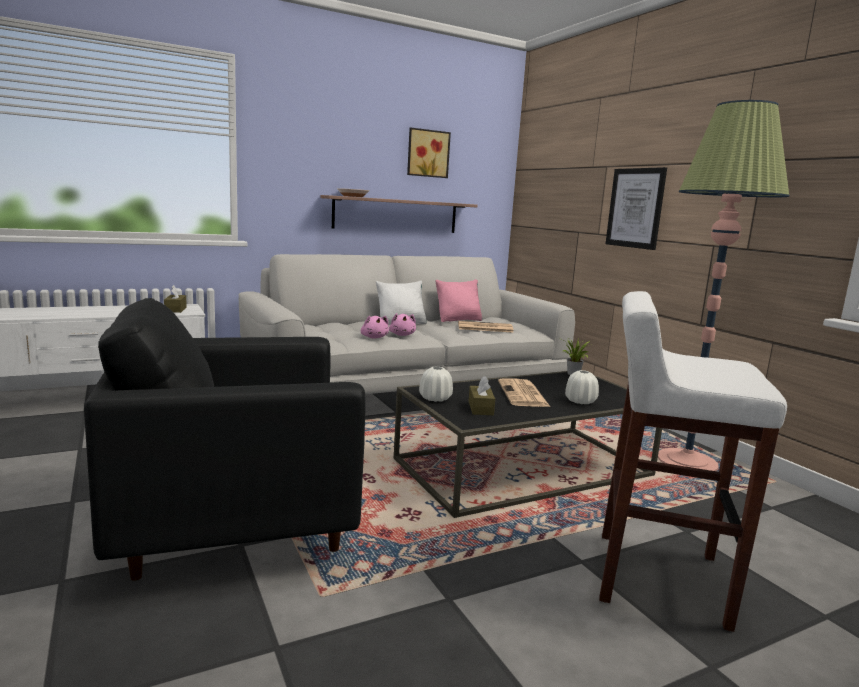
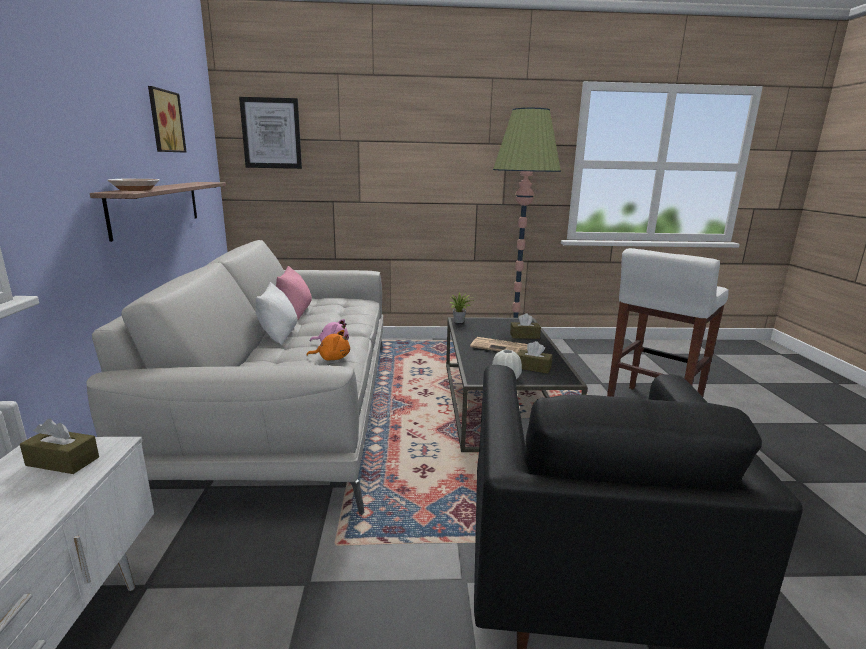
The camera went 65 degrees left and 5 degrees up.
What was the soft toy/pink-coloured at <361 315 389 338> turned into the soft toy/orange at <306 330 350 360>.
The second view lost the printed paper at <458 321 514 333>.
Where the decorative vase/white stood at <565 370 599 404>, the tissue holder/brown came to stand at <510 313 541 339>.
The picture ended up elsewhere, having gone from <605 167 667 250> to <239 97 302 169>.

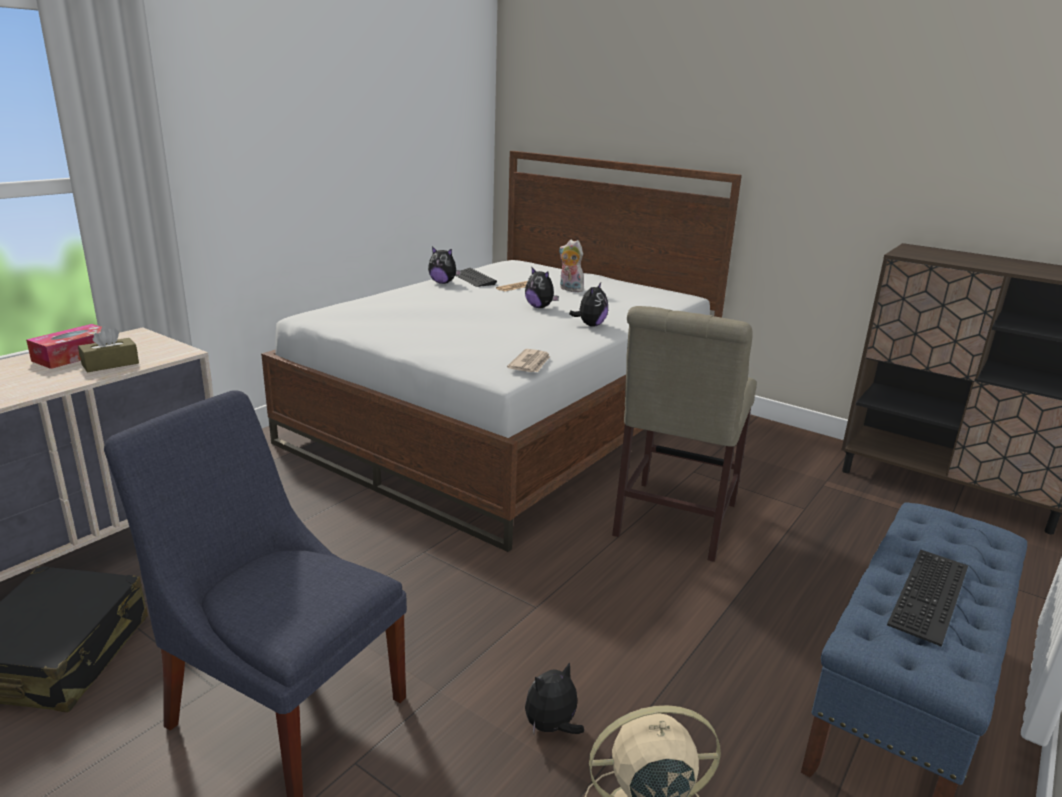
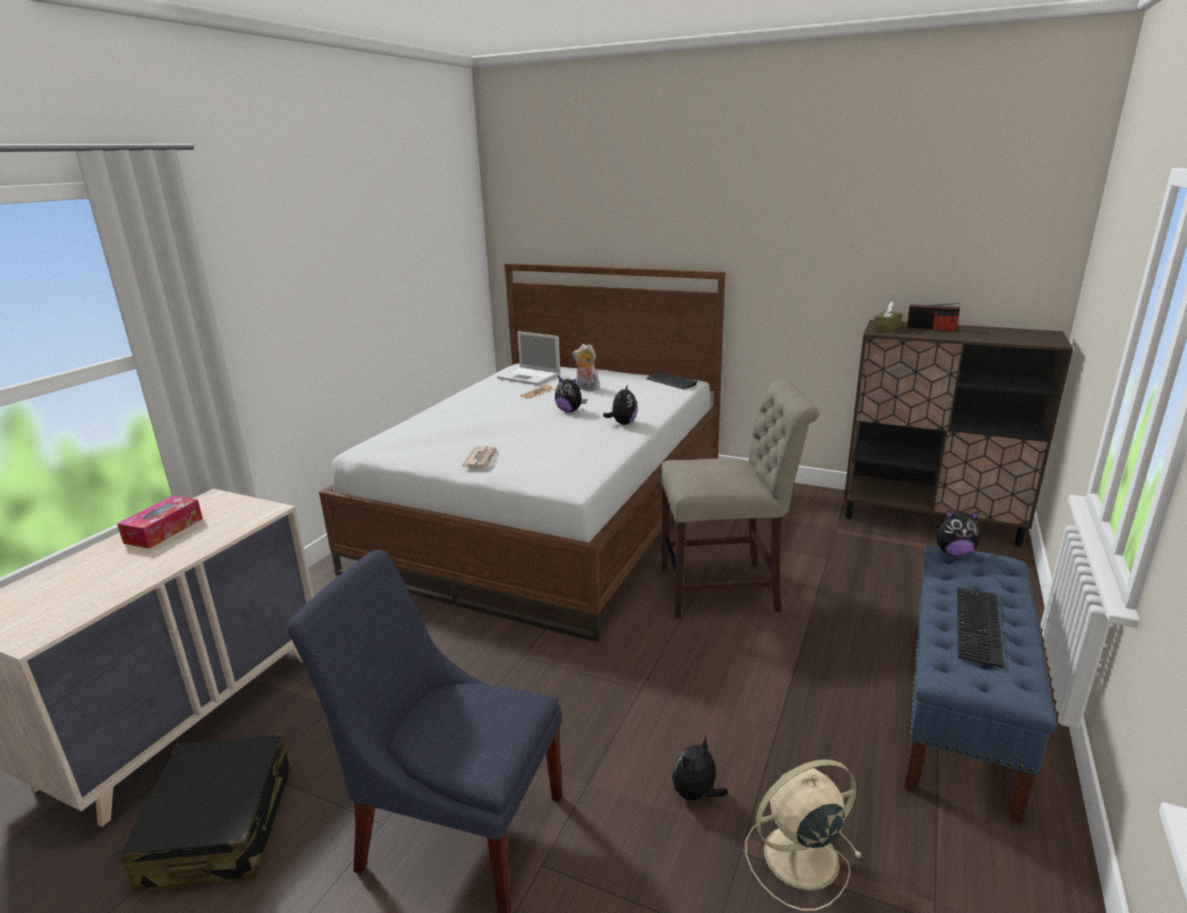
The camera went 10 degrees left and 0 degrees up.
The tissue holder/brown ended up elsewhere, having gone from <78 326 139 372> to <873 301 903 332>.
The soft toy ended up elsewhere, having gone from <428 247 461 284> to <937 510 980 556>.
The computer keyboard ended up elsewhere, having gone from <456 268 497 287> to <646 371 698 389>.
The printed paper ended up elsewhere, having gone from <507 349 550 372> to <462 446 498 468>.
The upright chair/sand-coloured at <612 306 757 562> ended up facing another way, 105 degrees counterclockwise from before.
The second view gained the laptop at <497 331 560 385>.
The second view gained the radio receiver at <907 303 960 331>.

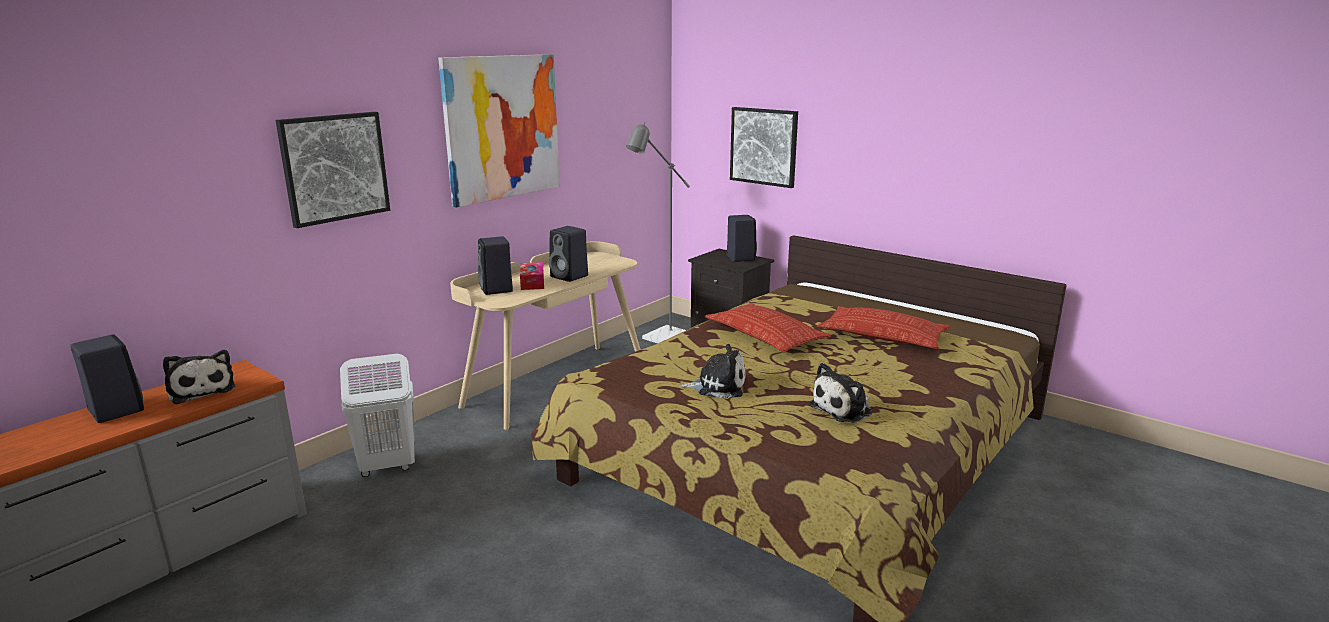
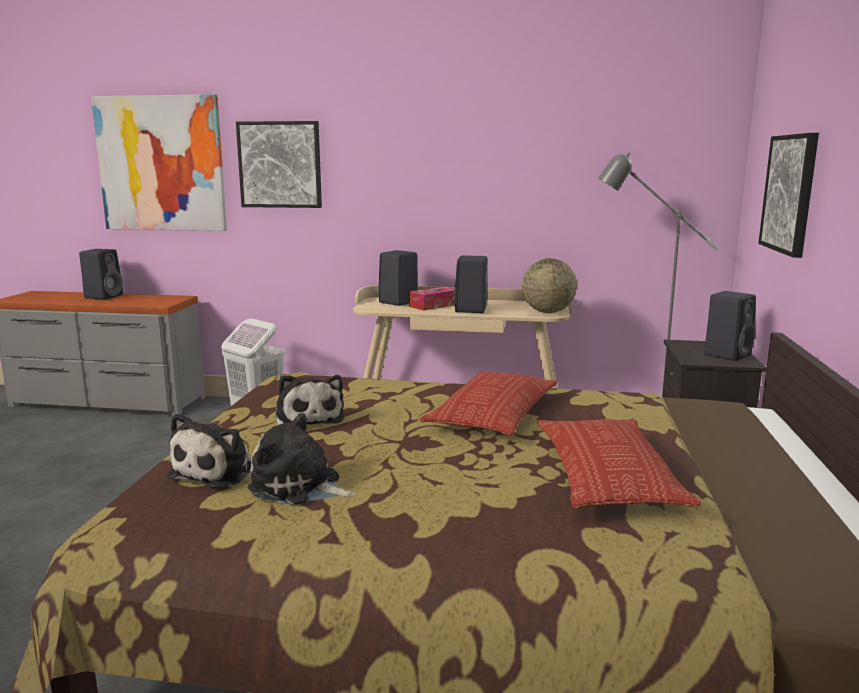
The camera went 60 degrees right and 5 degrees down.
The soft toy ended up elsewhere, having gone from <163 350 236 404> to <167 413 251 488>.
The picture ended up elsewhere, having gone from <438 54 560 207> to <91 94 227 231>.
The second view gained the world globe at <522 258 577 313>.

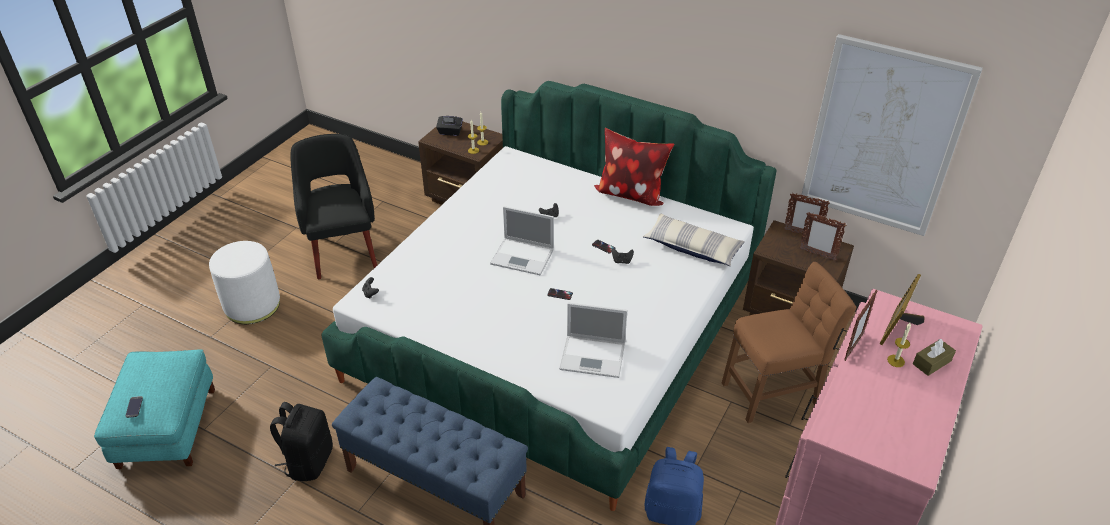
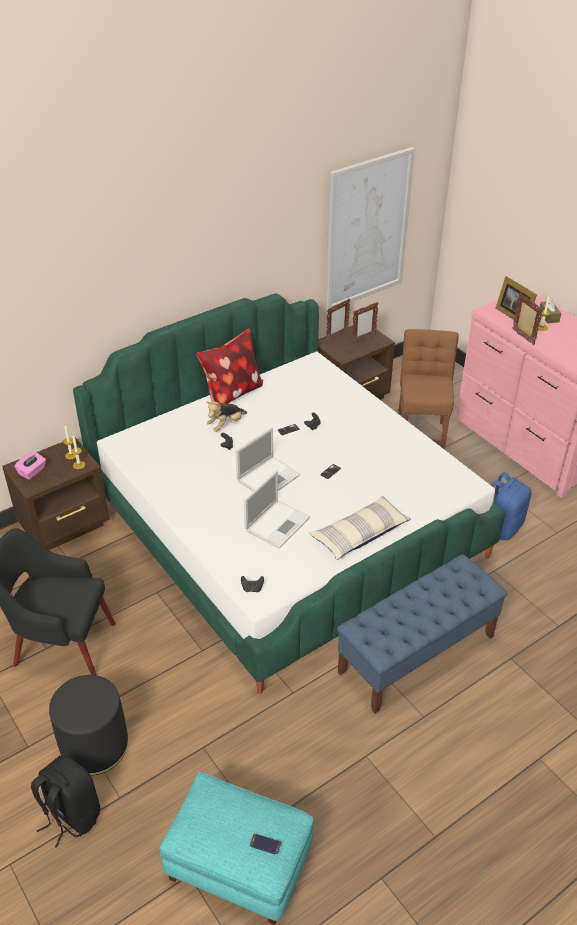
The camera went 65 degrees left and 0 degrees up.
What was the pouffe/white at <209 241 280 324> turned into the pouffe/blackish at <49 675 128 776>.
The knapsack/blackish ended up elsewhere, having gone from <270 402 333 481> to <31 755 100 848>.
What was the tissue holder/blackish at <436 116 463 136> turned into the tissue holder/pink-coloured at <14 451 46 480>.
The laptop ended up elsewhere, having gone from <559 303 627 378> to <244 471 310 549>.
The cushion ended up elsewhere, having gone from <643 213 745 266> to <309 496 411 560>.
The second view gained the soft toy at <206 401 247 432>.

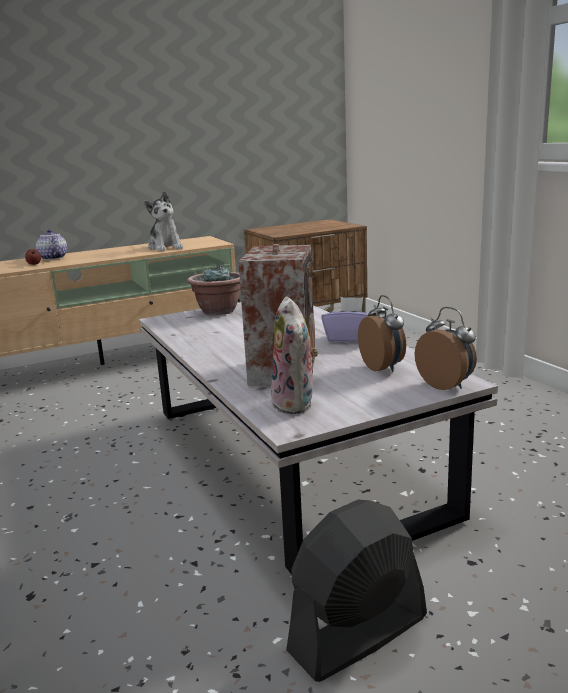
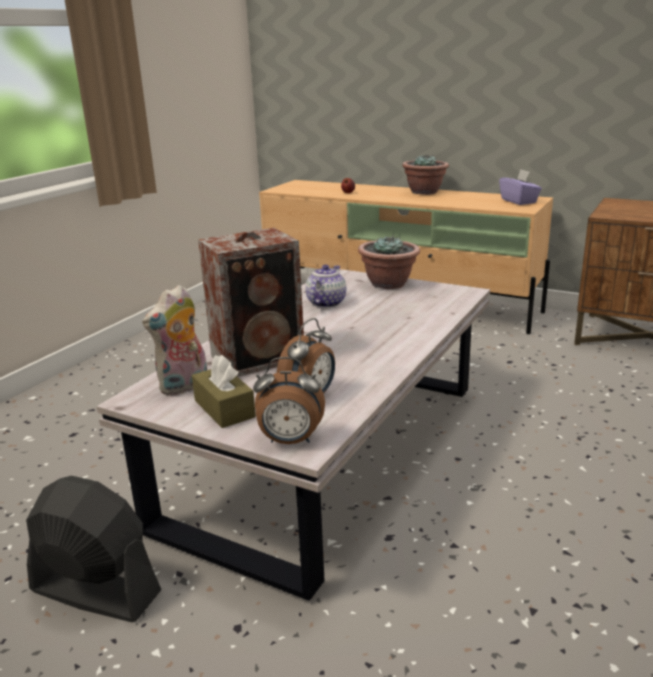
The camera went 55 degrees right and 5 degrees up.
The tea pot ended up elsewhere, having gone from <36 229 67 260> to <305 265 346 308>.
The second view lost the soft toy at <144 191 183 251>.
The tissue holder/purple-coloured ended up elsewhere, having gone from <321 297 380 343> to <499 169 542 205>.
The table clock at <415 307 477 390> ended up facing another way, 75 degrees clockwise from before.
The second view gained the tissue holder/brown at <192 355 256 428>.
The second view gained the potted plant at <402 153 449 195>.

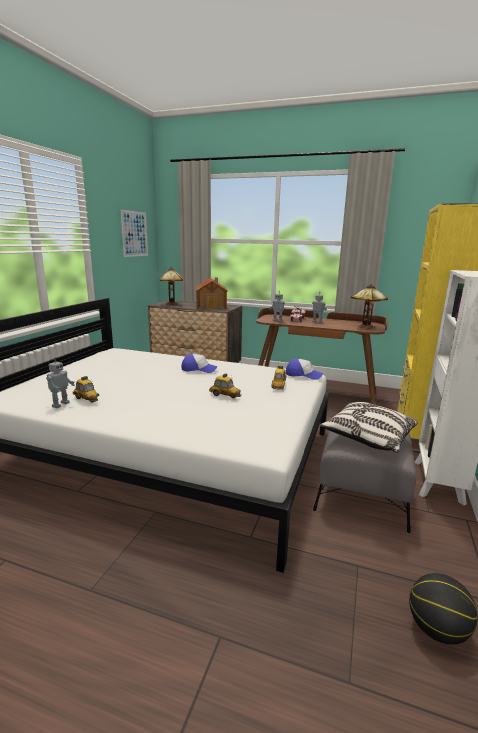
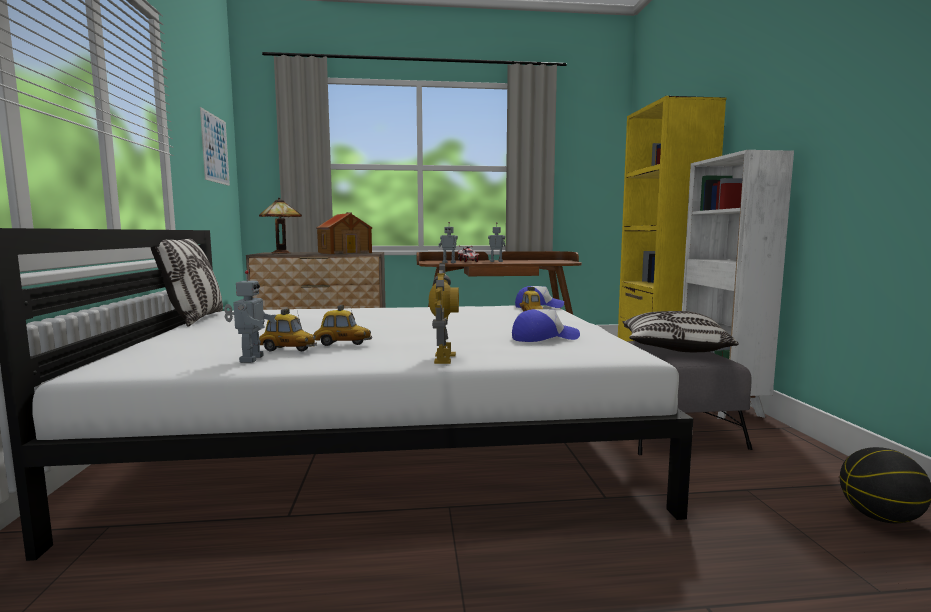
The camera went 25 degrees left and 10 degrees down.
The peaked cap ended up elsewhere, having gone from <181 354 217 373> to <512 309 580 342>.
The model car ended up elsewhere, having gone from <209 373 241 398> to <313 305 372 346>.
The second view lost the table lamp at <351 284 388 329>.
The second view gained the cushion at <150 239 223 327>.
The second view gained the model robot at <429 263 459 364>.

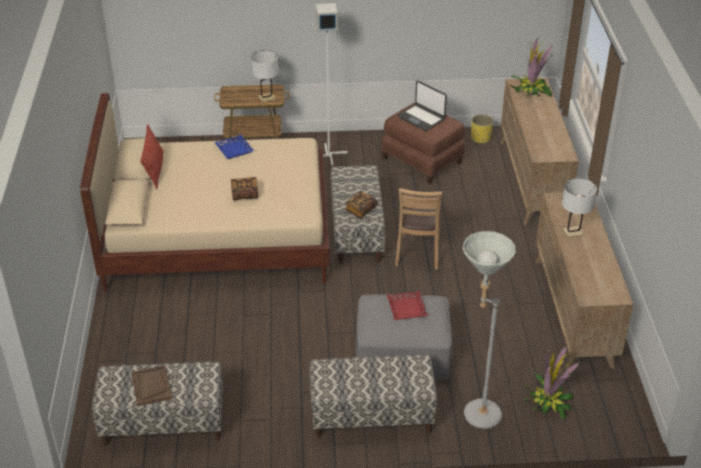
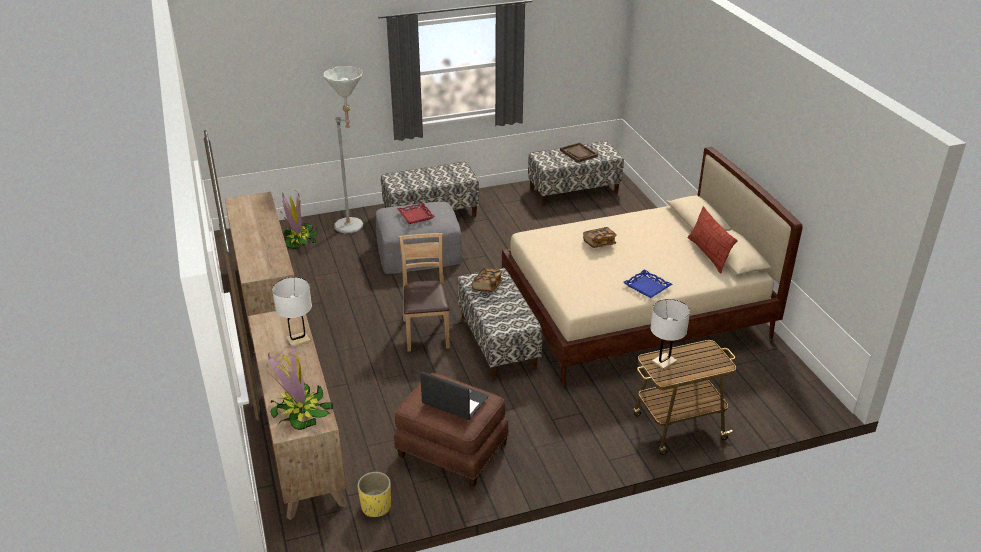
The camera went 165 degrees right and 5 degrees down.
The second view lost the floor lamp/white at <316 3 348 166>.
The table lamp/white ended up elsewhere, having gone from <562 178 597 238> to <272 277 312 347>.

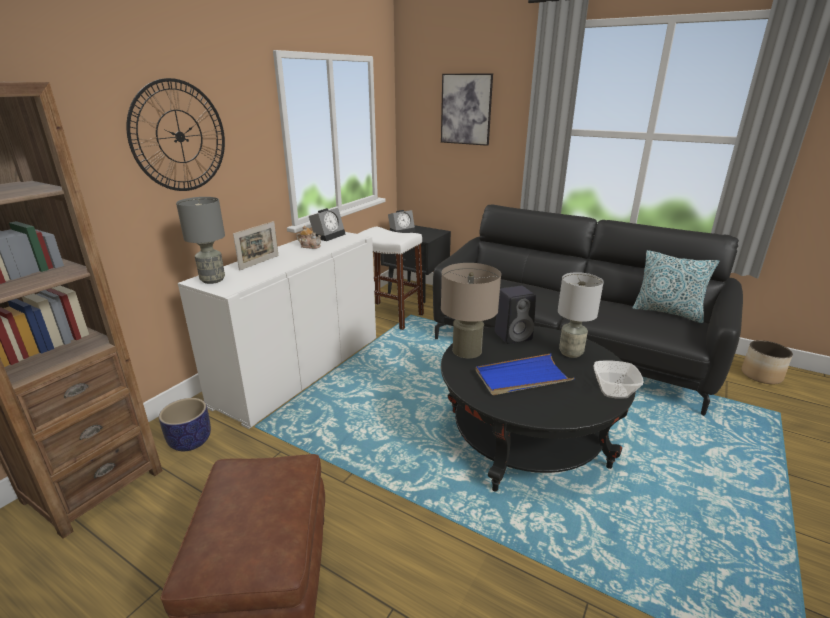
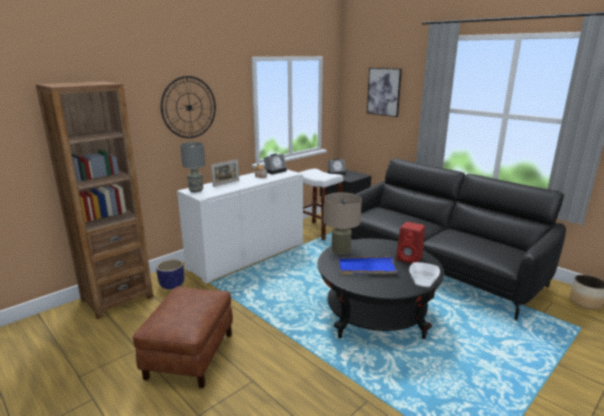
The camera went 15 degrees right and 5 degrees down.
The second view lost the speaker/blackish at <495 286 536 344>.
Where the table lamp/greyish stood at <558 272 604 358>, the speaker/red-coloured came to stand at <396 222 425 264>.
The second view lost the cushion at <632 250 719 323>.

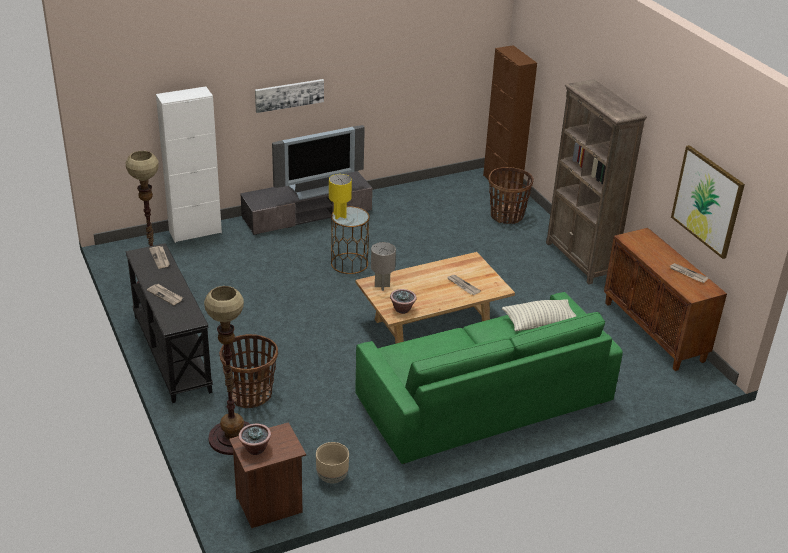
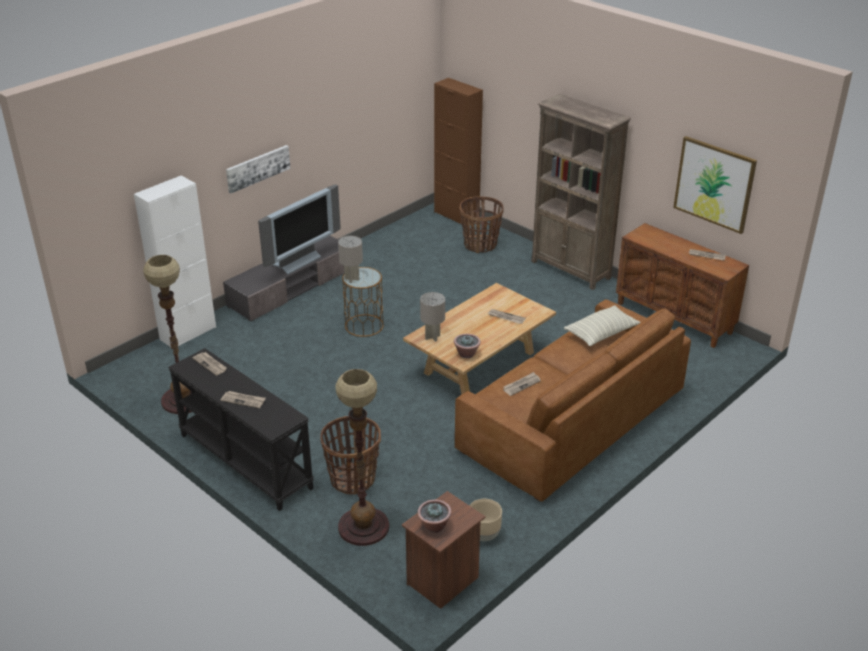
The camera went 20 degrees left and 0 degrees up.
What was the table lamp/yellow at <329 174 352 219> turned into the table lamp/greyish at <338 236 363 283>.
What was the settee/green-coloured at <355 292 623 464> turned into the settee/brown at <455 300 691 502>.
The second view gained the printed paper at <503 372 541 396>.

